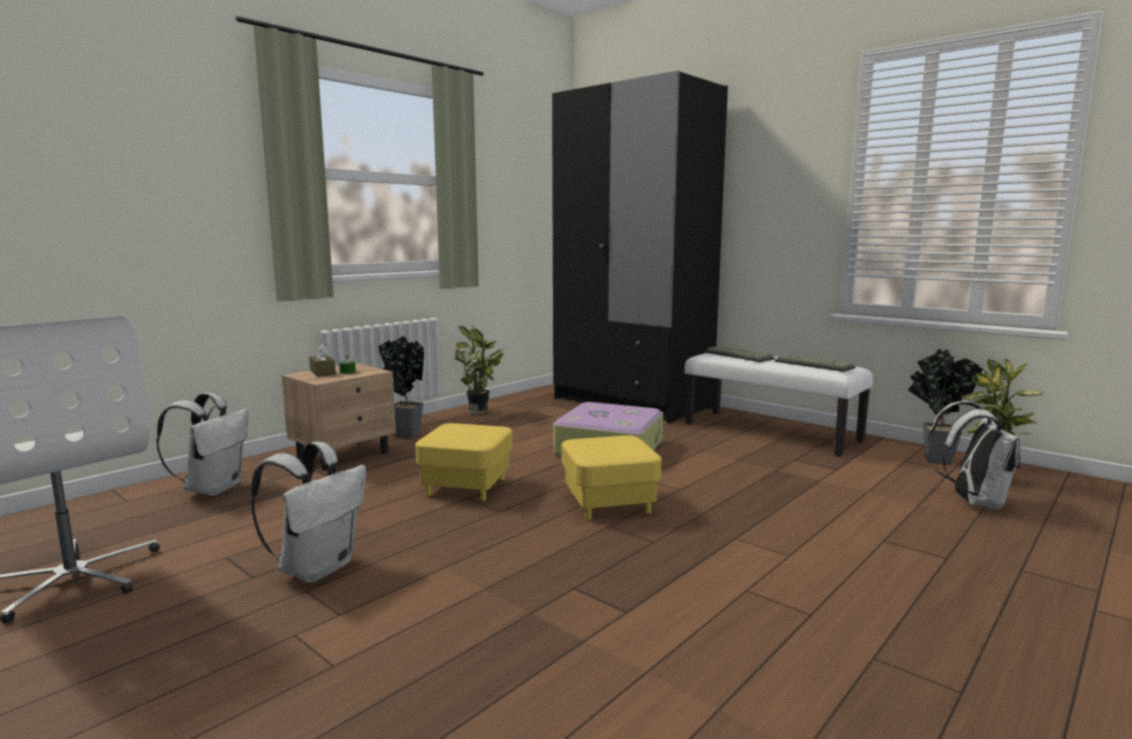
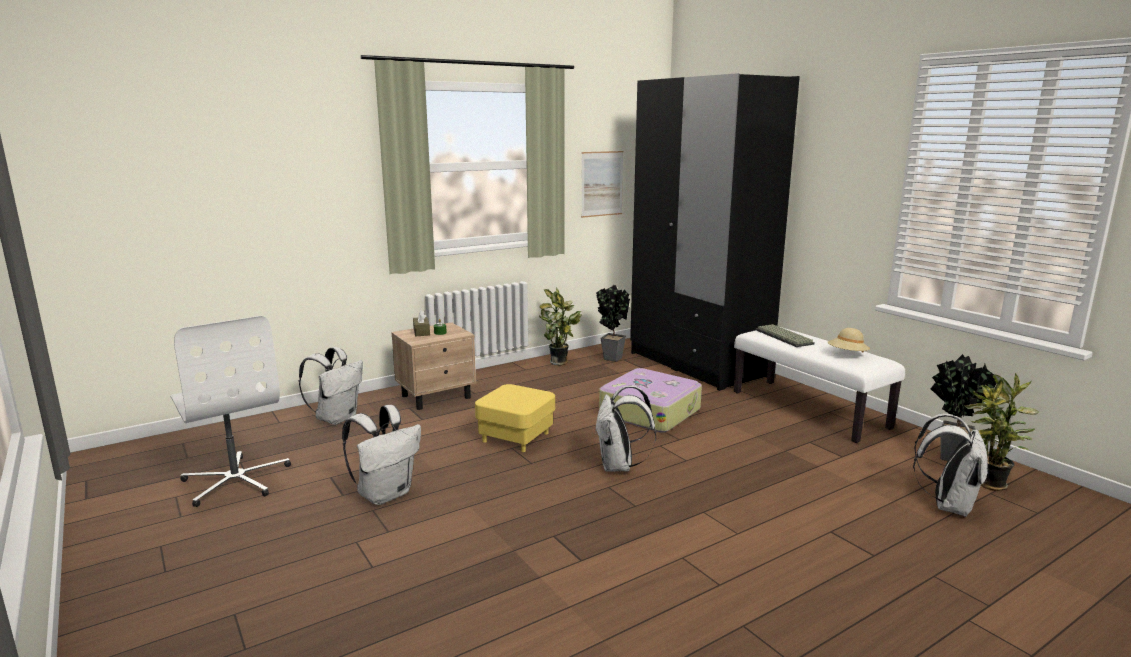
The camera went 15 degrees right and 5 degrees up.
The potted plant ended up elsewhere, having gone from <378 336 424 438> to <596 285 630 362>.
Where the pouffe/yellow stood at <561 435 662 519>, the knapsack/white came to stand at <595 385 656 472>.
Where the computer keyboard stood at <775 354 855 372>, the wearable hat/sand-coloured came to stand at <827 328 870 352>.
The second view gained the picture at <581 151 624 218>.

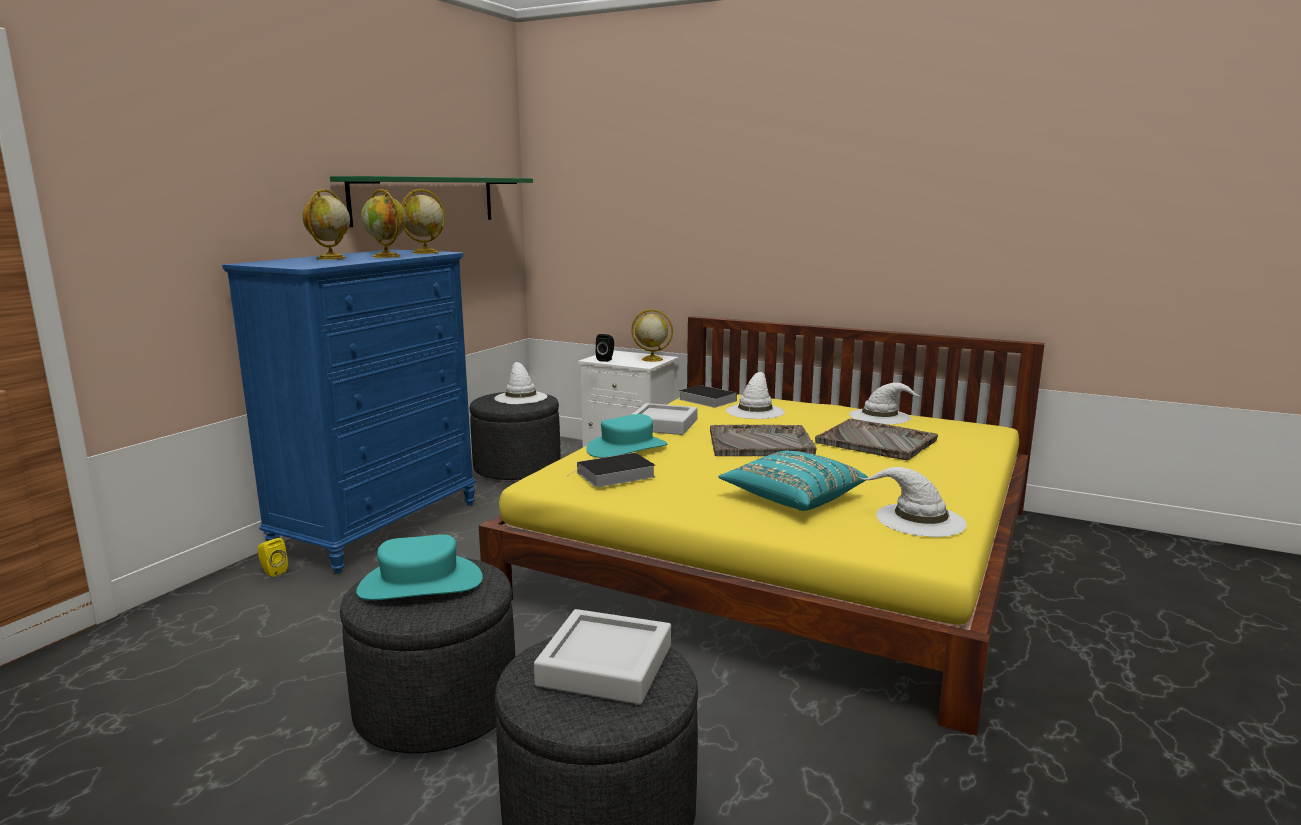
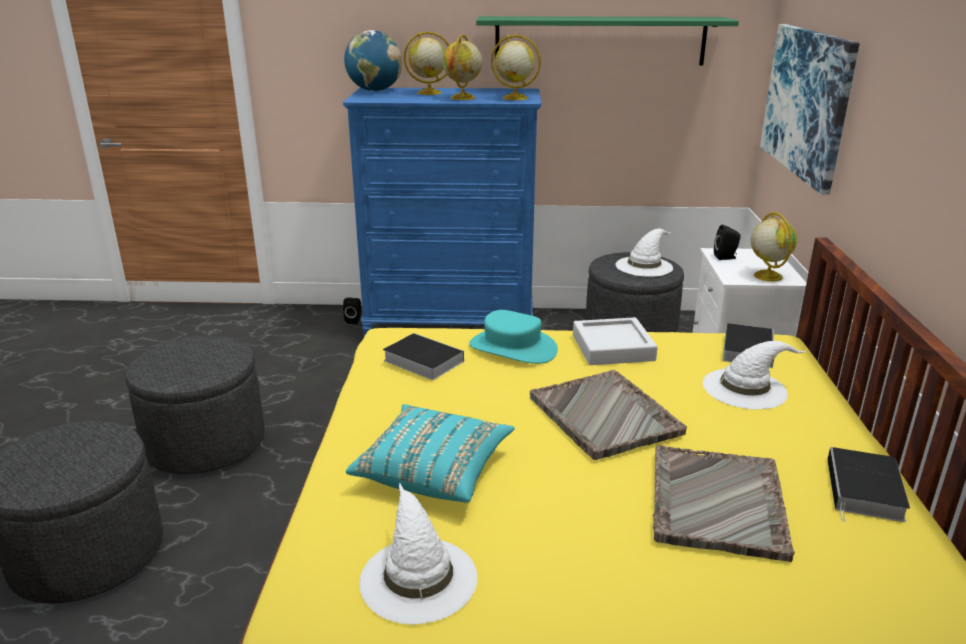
The camera went 65 degrees right and 10 degrees up.
What was the speaker/yellow at <258 538 288 577> turned into the speaker/blackish at <343 298 361 324>.
The second view lost the wearable hat/turquoise-coloured at <356 534 483 600>.
The second view lost the carrying tray/greyish at <534 609 671 705>.
Where the wearable hat/white stood at <849 383 922 424>, the book came to stand at <827 447 910 522>.
The second view gained the world globe at <344 30 402 91>.
The second view gained the picture at <760 24 860 195>.

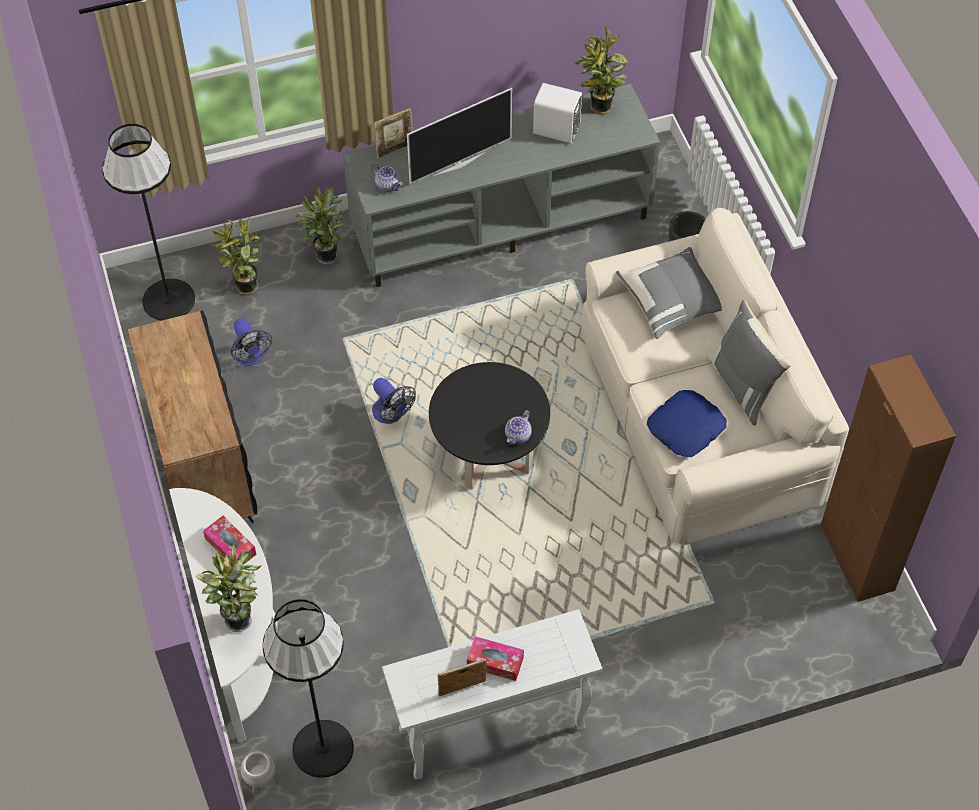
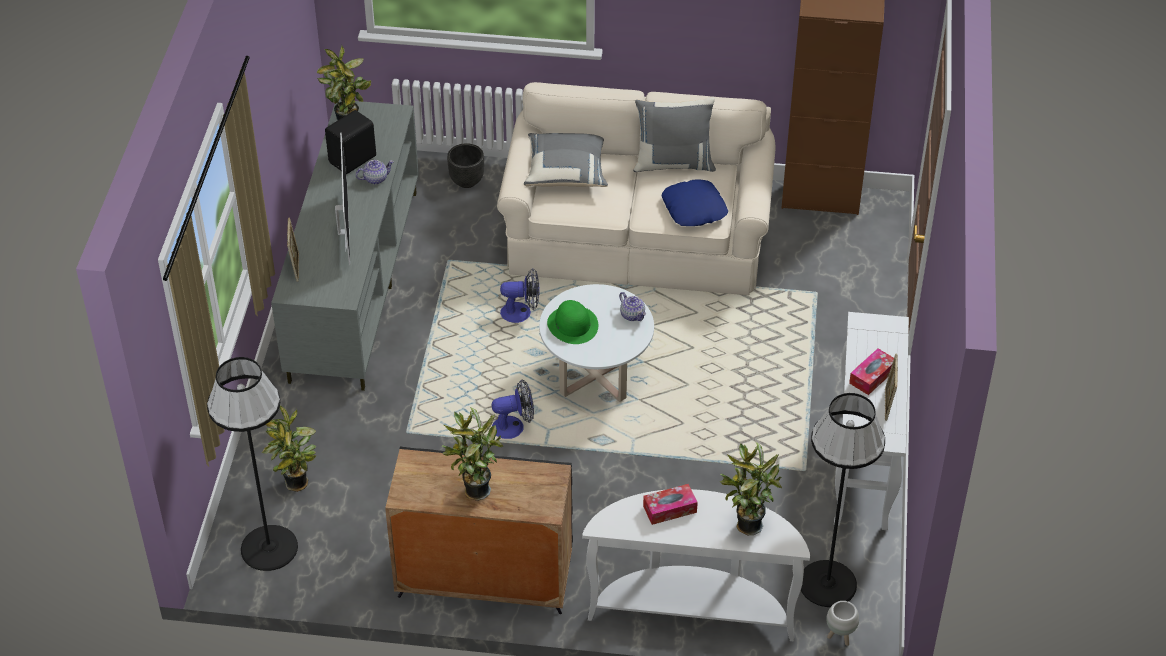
The camera went 65 degrees left and 10 degrees down.
The electric fan ended up elsewhere, having gone from <231 318 272 366> to <500 268 539 323>.
The potted plant ended up elsewhere, having gone from <296 187 347 265> to <441 407 503 501>.
The tea pot ended up elsewhere, having gone from <371 164 402 192> to <356 160 394 184>.
What was the lounge table/blackish at <429 362 550 489> turned into the lounge table/white at <539 284 654 402>.
What was the speaker/white at <533 83 582 143> turned into the speaker/blackish at <325 110 376 174>.
The second view gained the wearable hat/green-coloured at <547 300 598 344>.

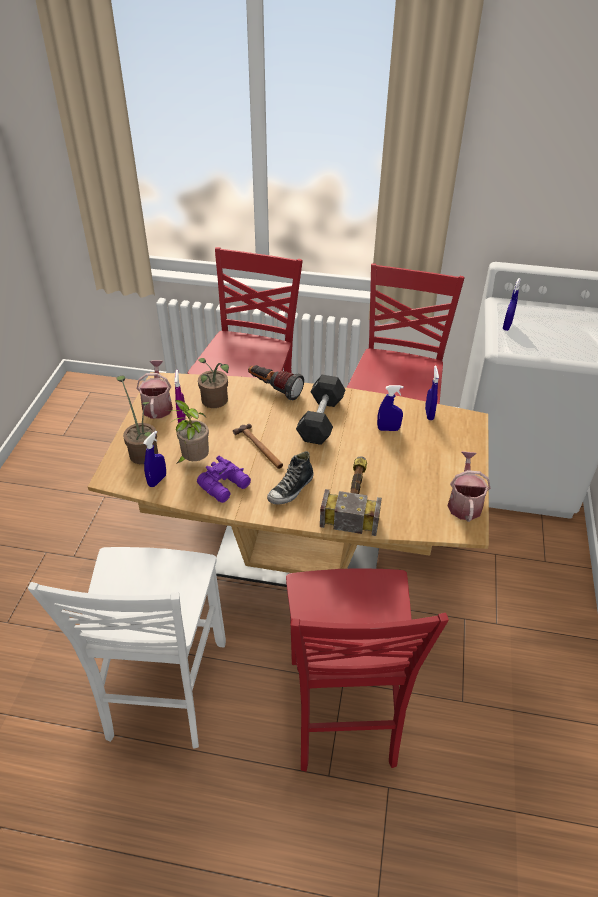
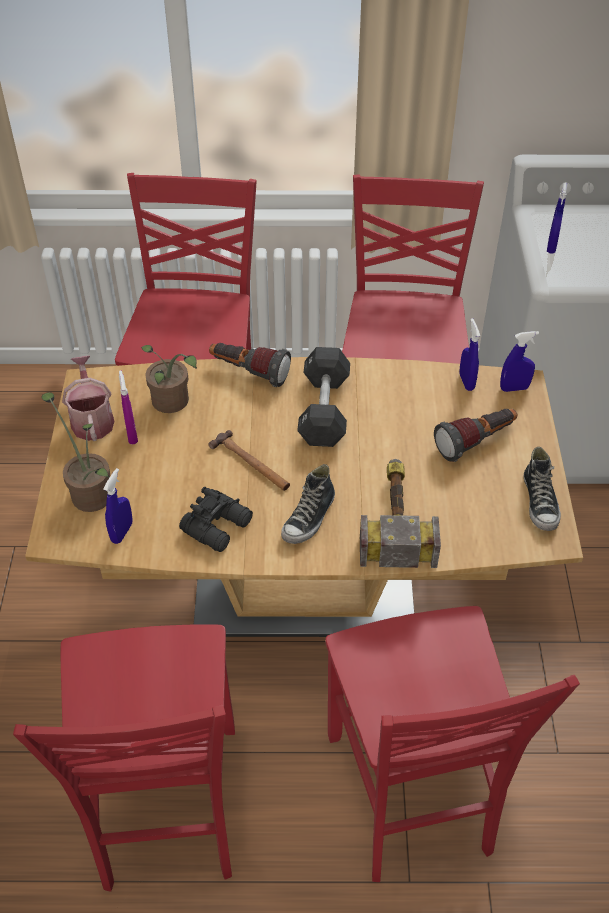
The camera went 10 degrees left and 5 degrees up.
What was the upright chair/white at <28 547 226 749> turned into the upright chair/red-coloured at <13 624 235 892>.
The second view lost the potted plant at <169 400 209 464>.
What was the binoculars/purple-coloured at <197 456 251 503> turned into the binoculars/blackish at <179 487 253 552>.
The hand sprayer/blue-coloured ended up elsewhere, having gone from <377 385 404 431> to <500 331 539 392>.
Where the sprinkling can stood at <448 451 490 522>, the low shoe came to stand at <524 447 561 531>.
The second view gained the torch at <434 409 518 462>.

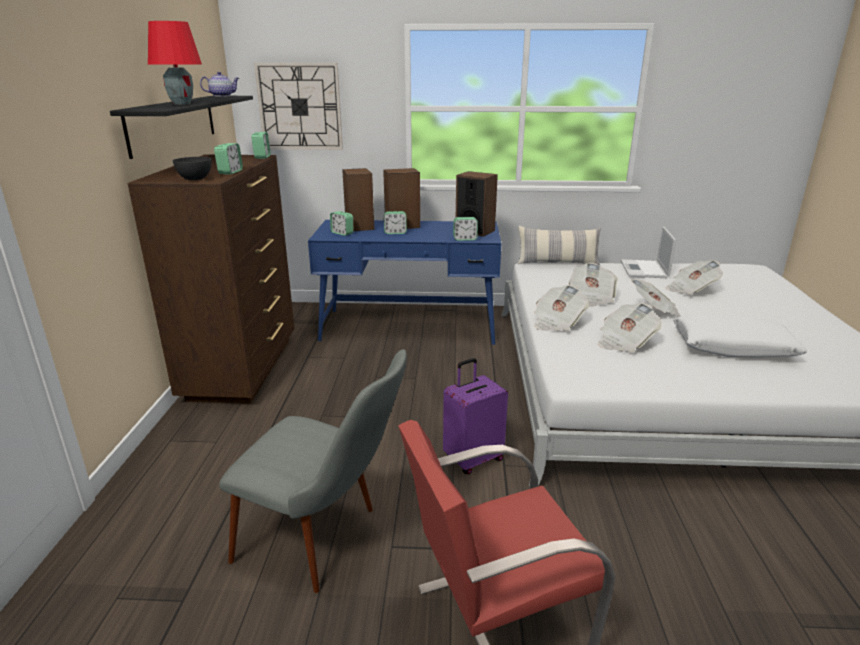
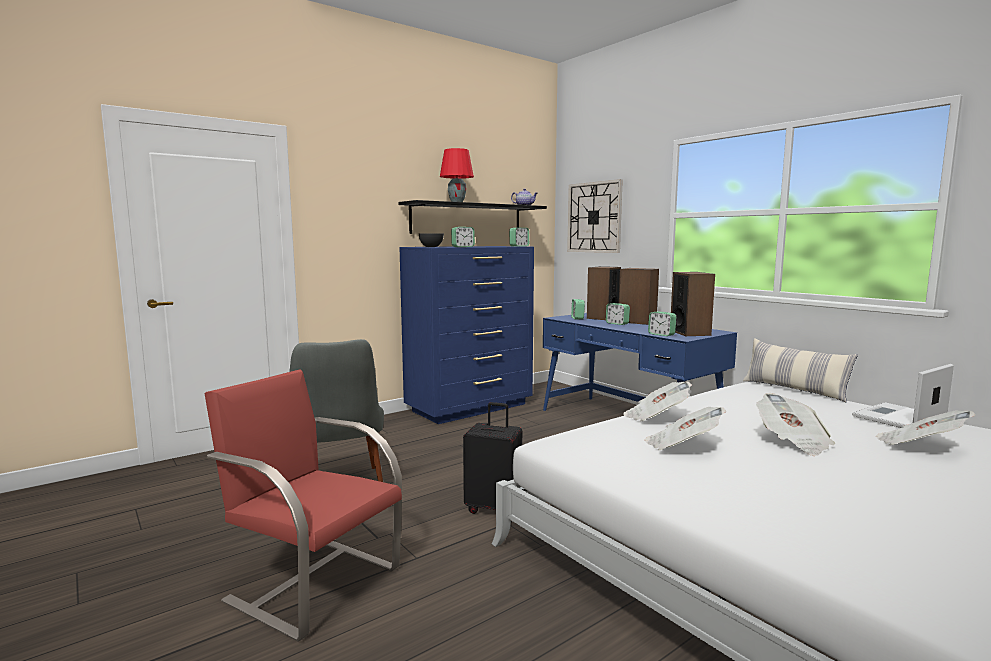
The camera went 50 degrees right and 15 degrees down.
What was the chest of drawers/brown at <128 155 295 404> turned into the chest of drawers/blue-coloured at <399 246 534 424>.
What was the suitcase/purple-coloured at <443 358 508 474> turned into the suitcase/blackish at <463 402 522 514>.
The second view lost the printed paper at <569 263 618 307>.
The second view lost the cushion/white at <673 314 807 358>.

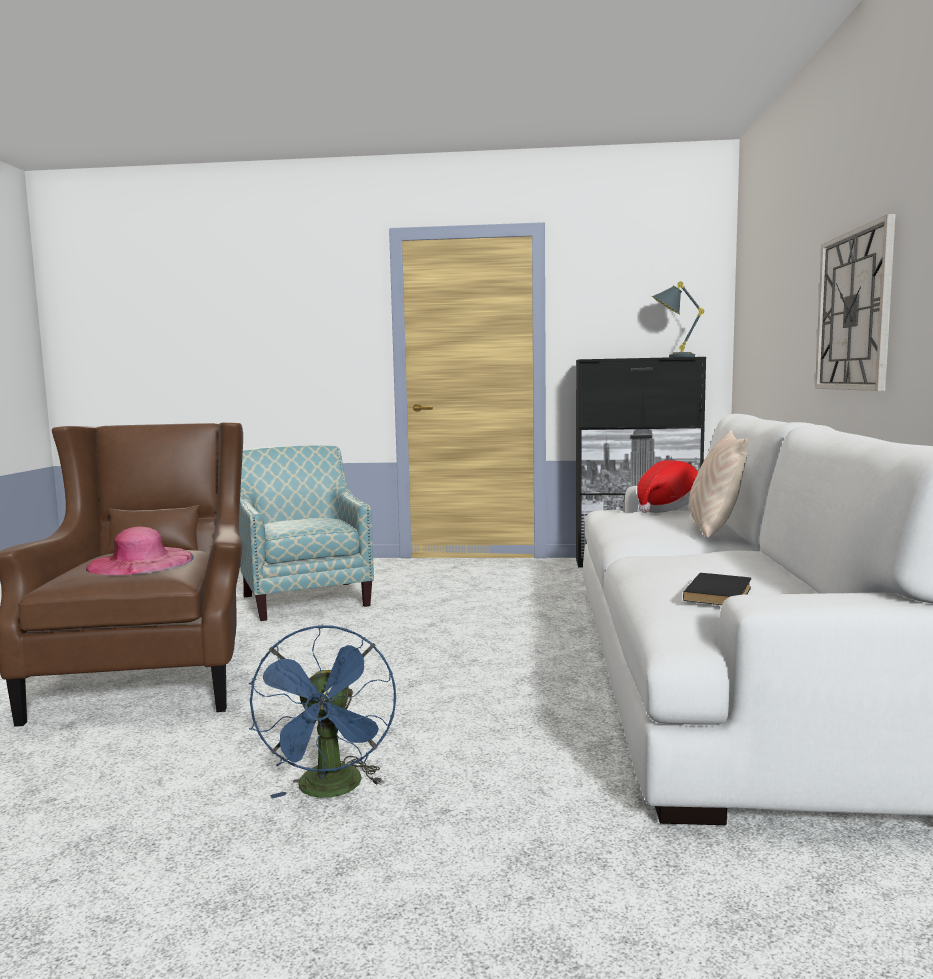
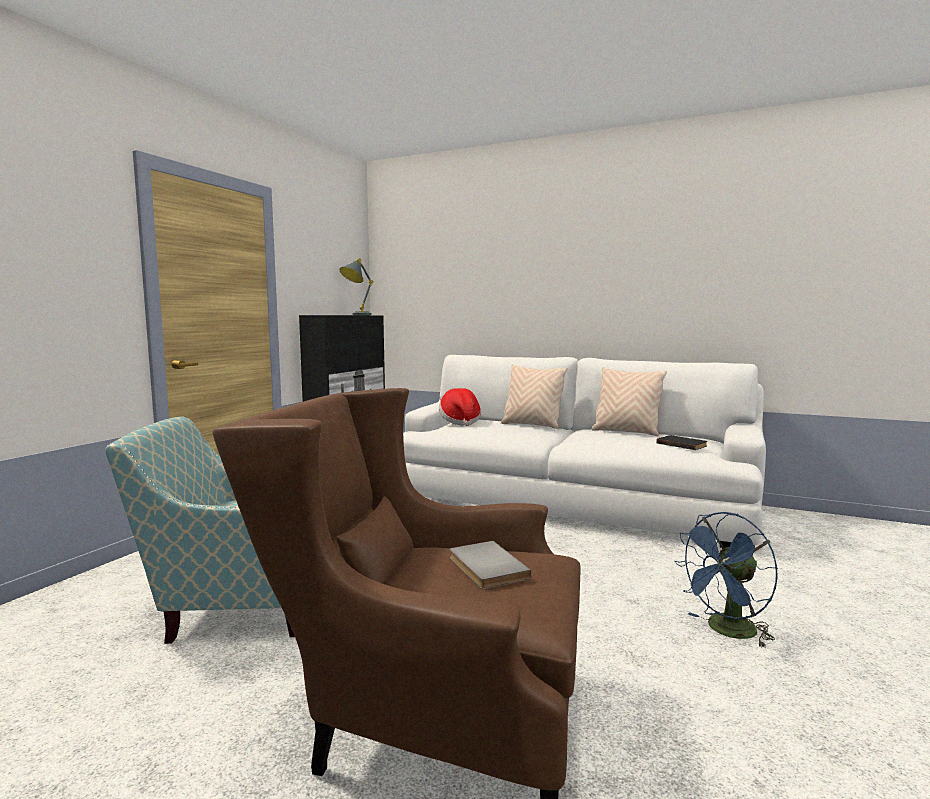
The camera went 70 degrees left and 0 degrees up.
Where the wearable hat/pink-coloured stood at <86 526 194 575>, the book/greyish came to stand at <450 541 531 589>.
The electric fan/blue-coloured at <249 624 396 798> ended up facing another way, 135 degrees clockwise from before.
The second view lost the clock on the wall at <815 214 896 391>.
The second view gained the cushion/sand-coloured at <592 367 667 436>.

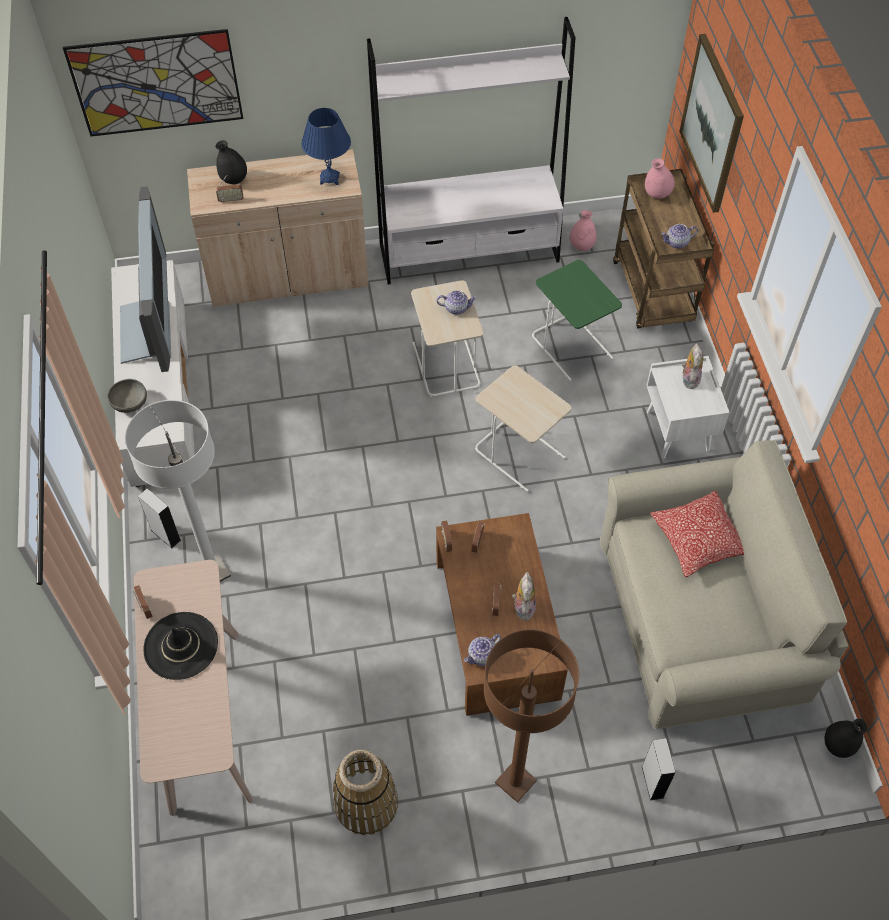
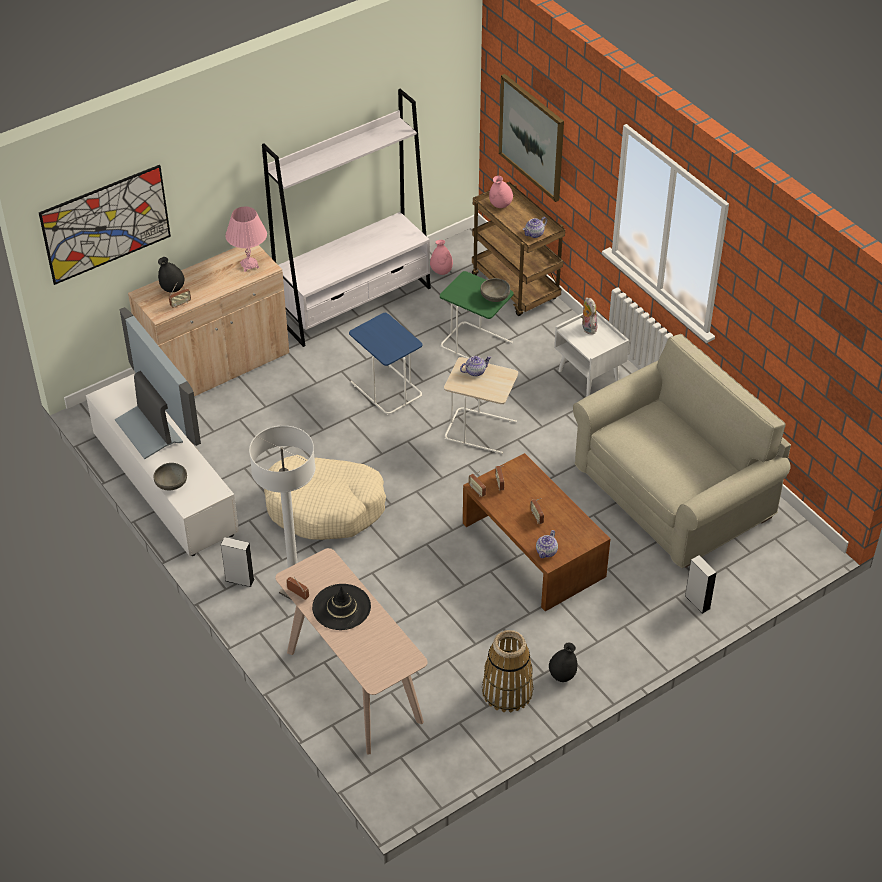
The camera went 25 degrees left and 10 degrees down.
What was the table lamp/blue-coloured at <301 108 351 185> turned into the table lamp/pink-coloured at <225 207 267 272>.
What was the side table/sand-coloured at <411 280 483 397> turned into the side table/blue-coloured at <349 313 422 415>.
The tea pot ended up elsewhere, having gone from <437 290 477 315> to <460 356 491 376>.
The second view lost the floor lamp/brown at <484 629 579 803>.
The second view lost the soft toy at <512 572 536 621>.
The second view lost the cushion at <650 491 744 577>.
The decorative vase/blackish ended up elsewhere, having gone from <825 718 868 758> to <549 643 577 682>.
The second view gained the pet bed/sand-coloured at <264 455 386 540>.
The second view gained the deep dish/greyish at <480 278 510 302>.

